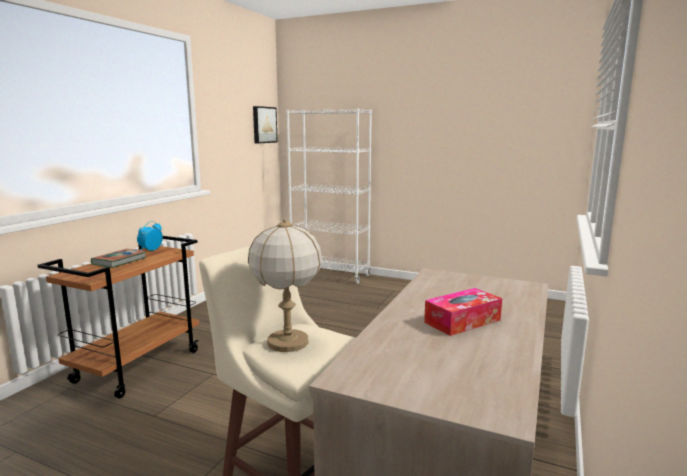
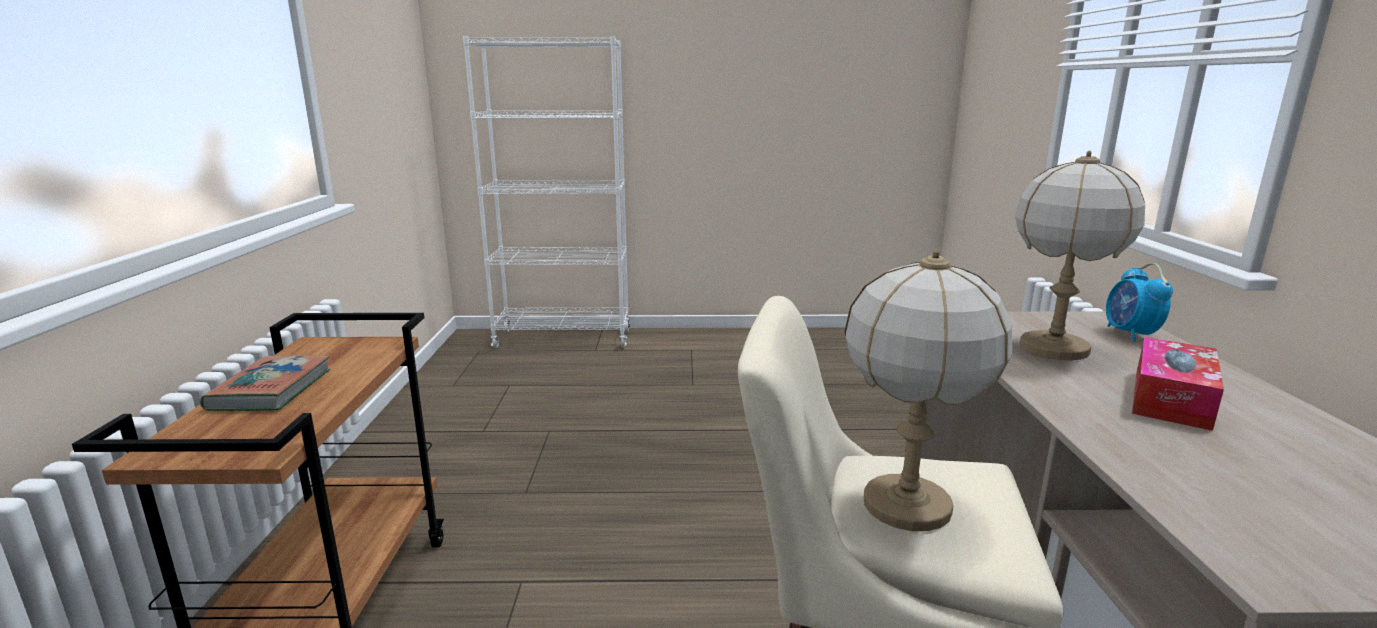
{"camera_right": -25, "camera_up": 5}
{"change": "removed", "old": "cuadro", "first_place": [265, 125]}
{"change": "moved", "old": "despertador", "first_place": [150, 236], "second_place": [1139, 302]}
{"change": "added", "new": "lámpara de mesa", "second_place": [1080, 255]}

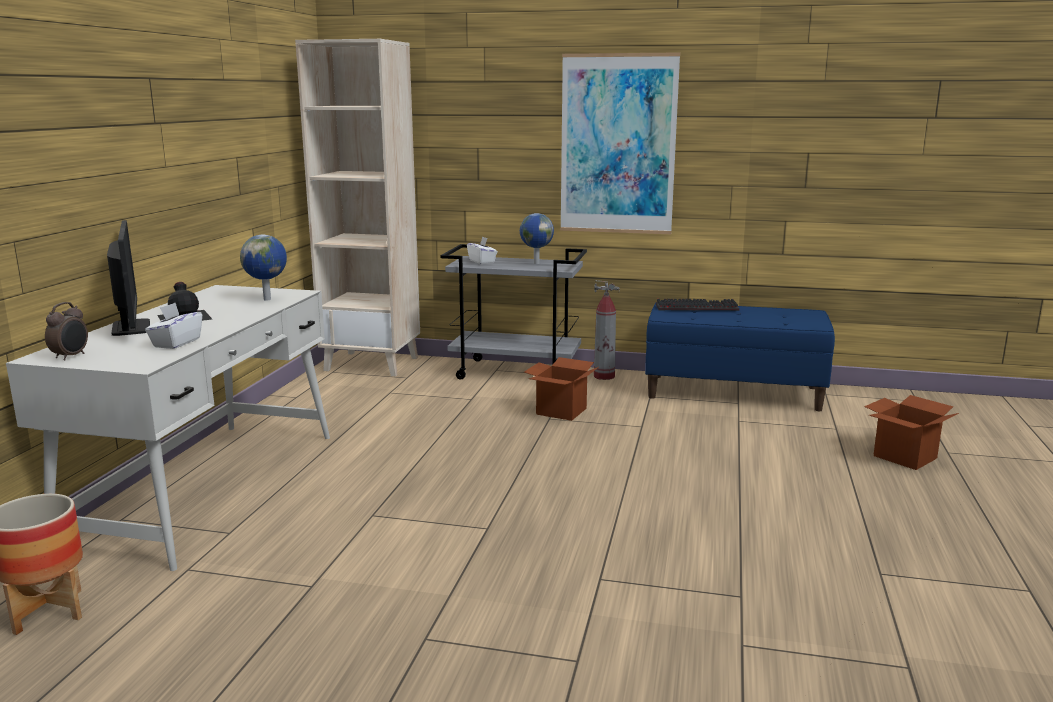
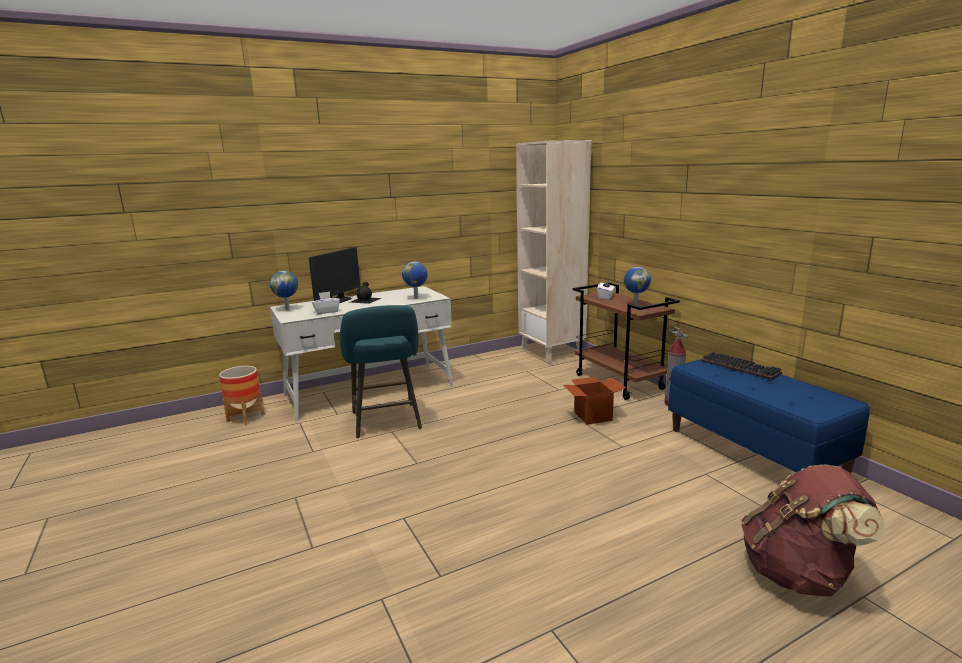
{"camera_right": 50, "camera_up": 0}
{"change": "removed", "old": "cuadro", "first_place": [620, 143]}
{"change": "recoloured", "old": "carrito [gris]", "new": "carrito [marrón]", "first_place": [513, 312], "second_place": [626, 341]}
{"change": "replaced", "old": "despertador", "new": "globo terráqueo", "first_place": [66, 331], "second_place": [284, 290]}
{"change": "replaced", "old": "caja de cartón", "new": "mochila [marrón]", "first_place": [911, 432], "second_place": [813, 530]}
{"change": "added", "new": "taburete [turquesa]", "second_place": [381, 372]}

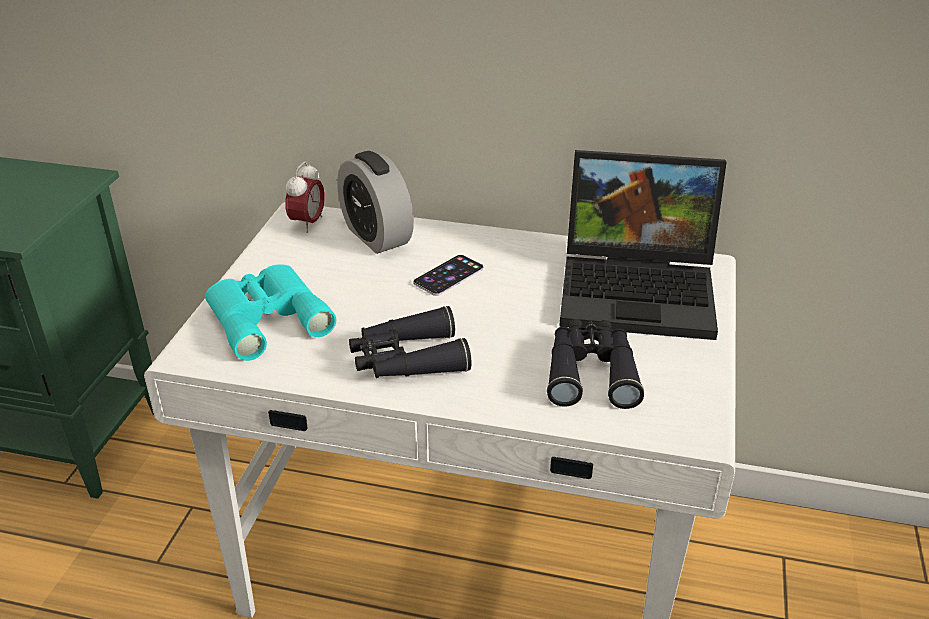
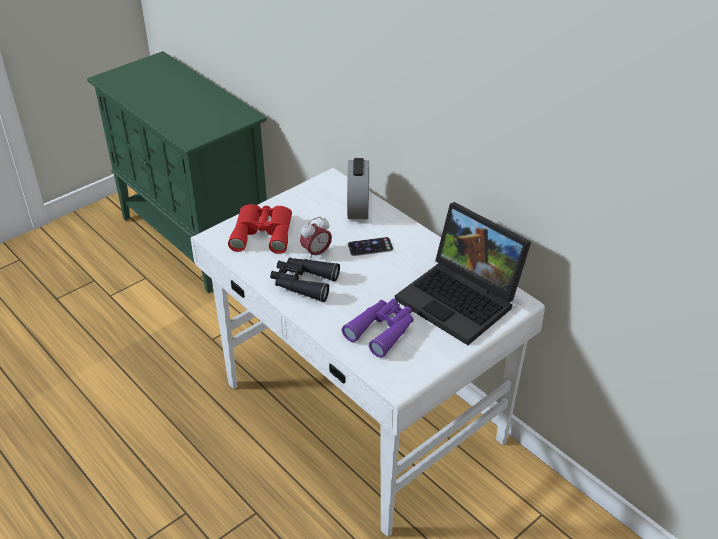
{"camera_right": 35, "camera_up": 5}
{"change": "moved", "old": "despertador", "first_place": [305, 197], "second_place": [316, 238]}
{"change": "recoloured", "old": "prismáticos [turquesa]", "new": "prismáticos [rojo]", "first_place": [270, 312], "second_place": [260, 229]}
{"change": "recoloured", "old": "prismáticos [negro]", "new": "prismáticos [morado]", "first_place": [595, 364], "second_place": [378, 328]}

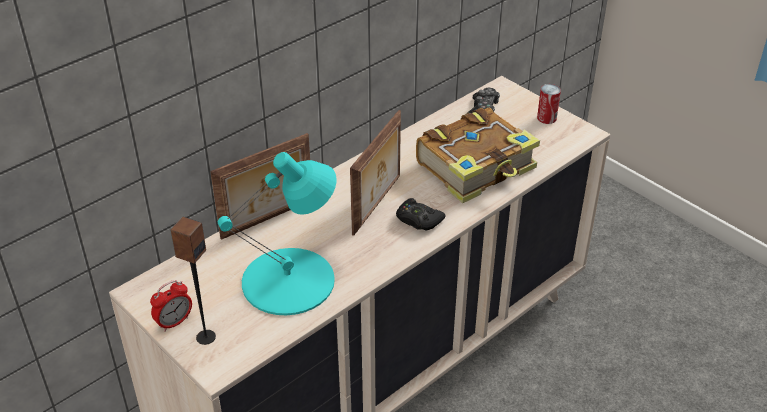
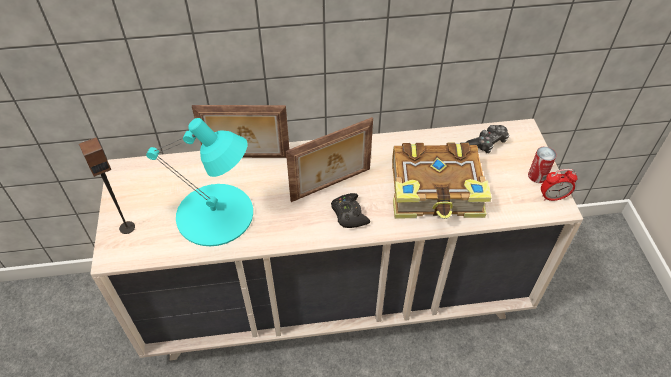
{"camera_right": 35, "camera_up": 10}
{"change": "moved", "old": "despertador", "first_place": [171, 306], "second_place": [559, 185]}

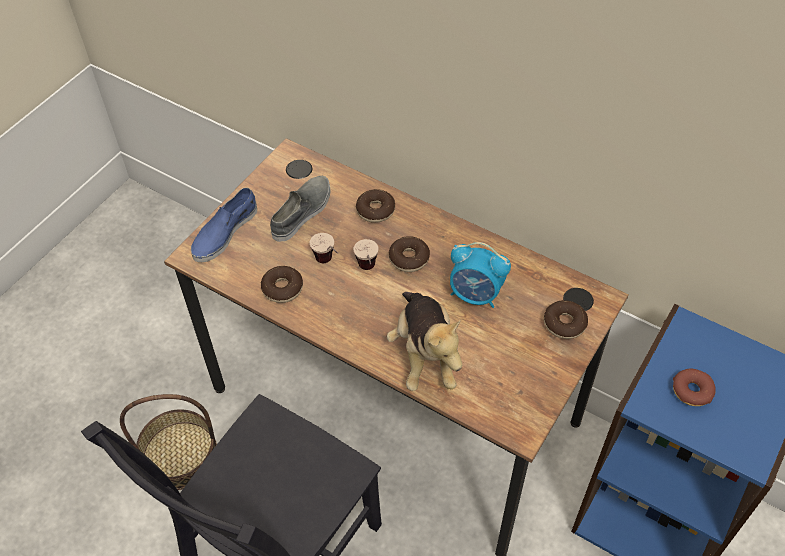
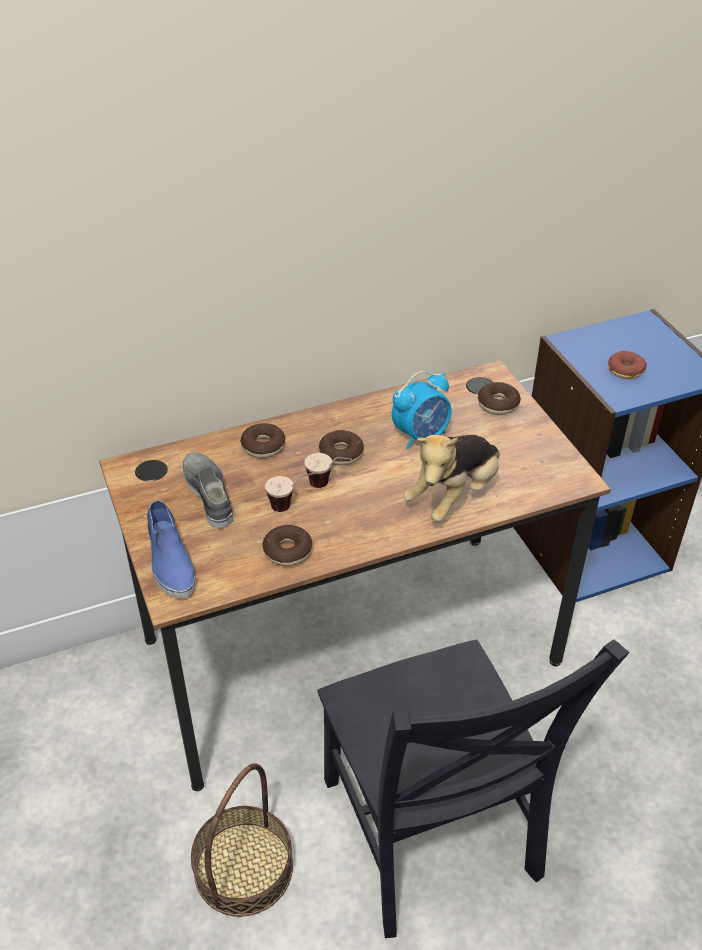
{"camera_right": -55, "camera_up": -10}
{"change": "turned", "old": "peluche", "first_place": [424, 341], "second_place": [452, 478], "degrees": 105}

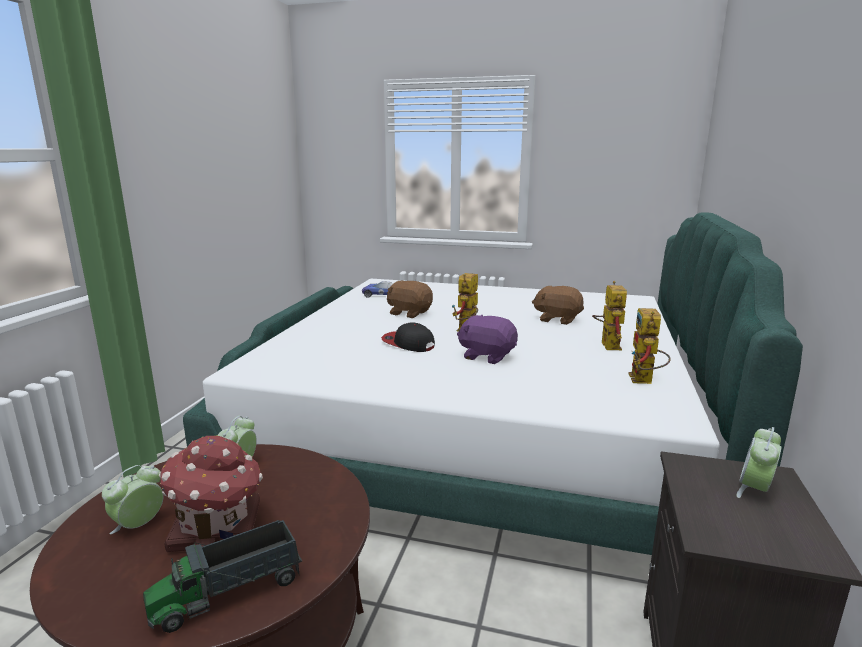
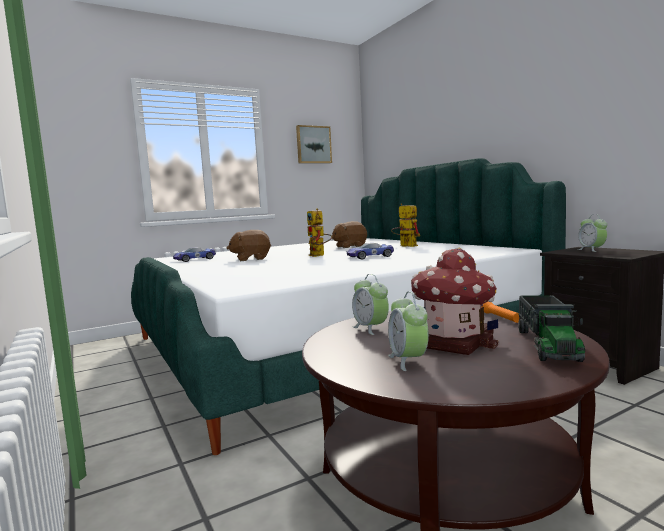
{"camera_right": -45, "camera_up": -10}
{"change": "removed", "old": "robot de juguete", "first_place": [649, 346]}
{"change": "replaced", "old": "peluche [morado]", "new": "coche de juguete", "first_place": [487, 339], "second_place": [370, 251]}
{"change": "removed", "old": "gorra", "first_place": [408, 337]}
{"change": "added", "new": "cuadro", "second_place": [314, 144]}
{"change": "added", "new": "linterna [naranja]", "second_place": [500, 312]}

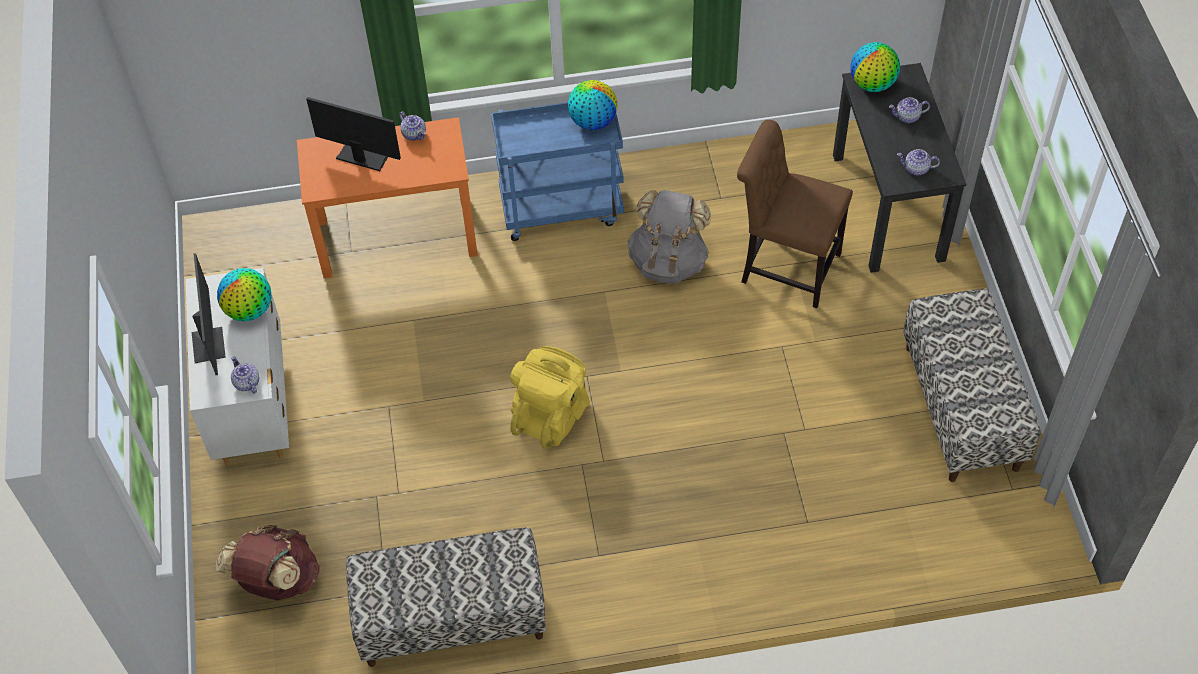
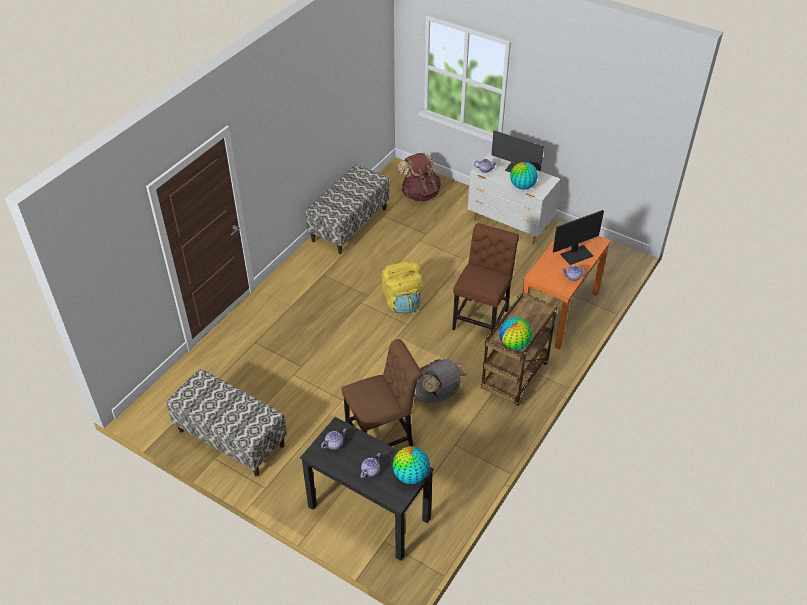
{"camera_right": 130, "camera_up": -10}
{"change": "recoloured", "old": "carrito [azul]", "new": "carrito [marrón]", "first_place": [557, 171], "second_place": [519, 349]}
{"change": "added", "new": "silla [marrón]", "second_place": [485, 277]}

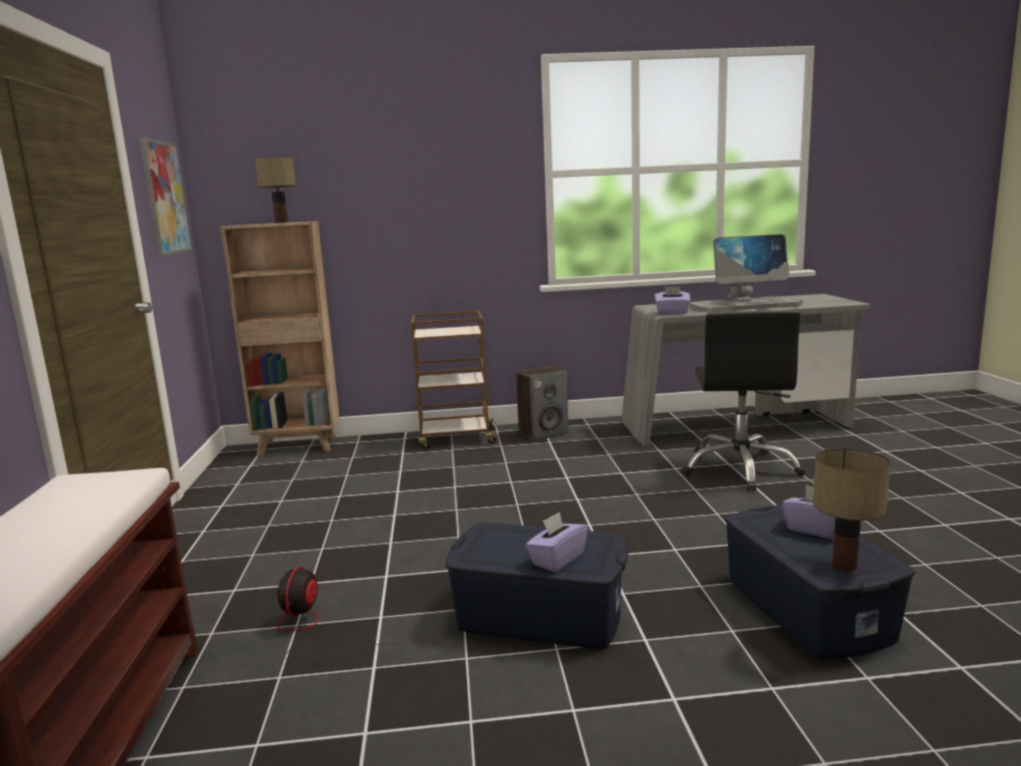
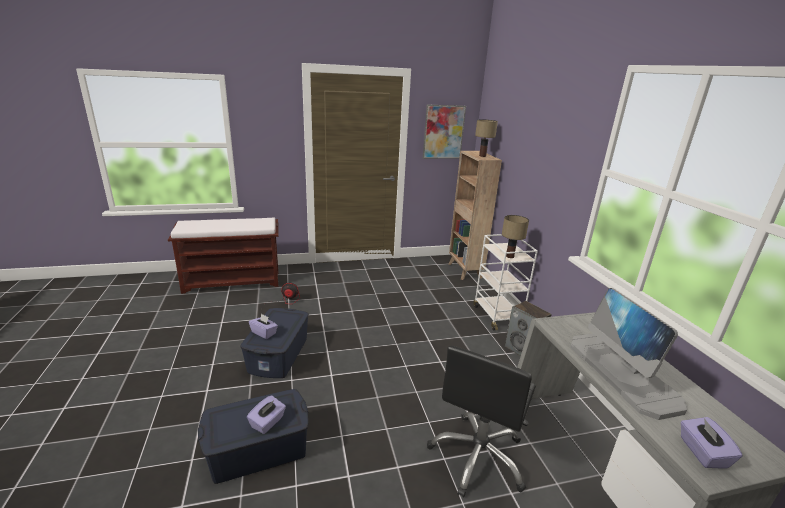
{"camera_right": 80, "camera_up": 10}
{"change": "moved", "old": "caja de pañuelos [morado]", "first_place": [673, 300], "second_place": [711, 443]}
{"change": "turned", "old": "silla de oficina [negro]", "first_place": [744, 400], "second_place": [481, 421], "degrees": -60}
{"change": "recoloured", "old": "carrito [marrón]", "new": "carrito [blanco]", "first_place": [455, 380], "second_place": [506, 282]}
{"change": "moved", "old": "lámpara de mesa", "first_place": [852, 509], "second_place": [515, 236]}

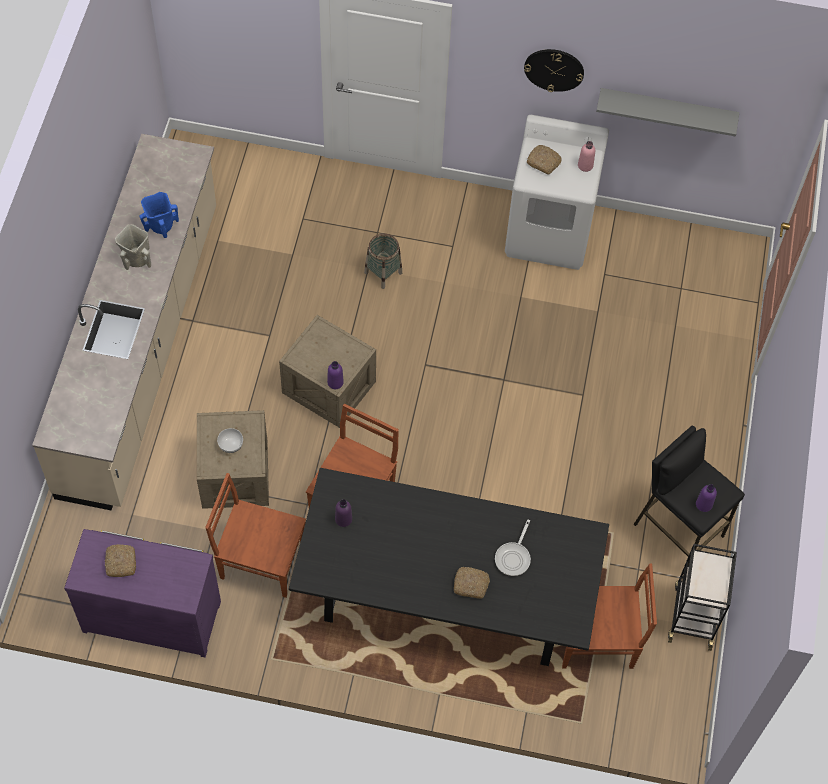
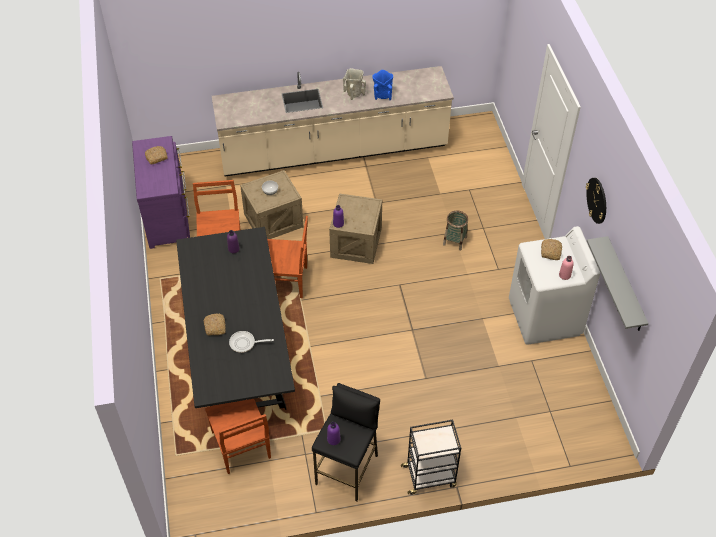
{"camera_right": 70, "camera_up": -10}
{"change": "moved", "old": "carrito [negro]", "first_place": [702, 597], "second_place": [431, 457]}

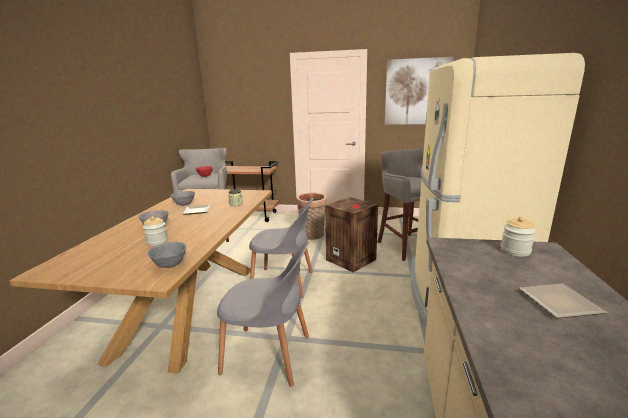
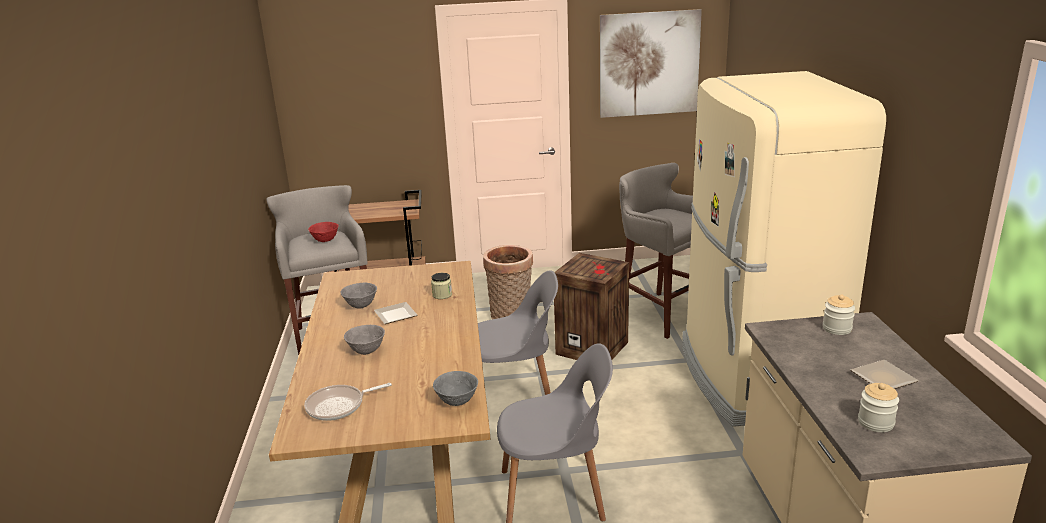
{"camera_right": -15, "camera_up": 5}
{"change": "moved", "old": "tarro", "first_place": [155, 231], "second_place": [878, 407]}
{"change": "added", "new": "sartén", "second_place": [348, 402]}

